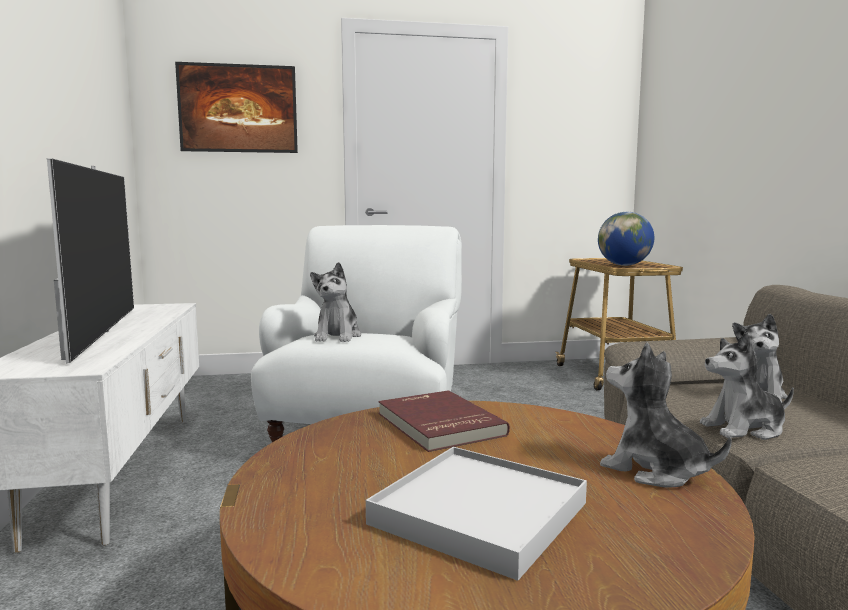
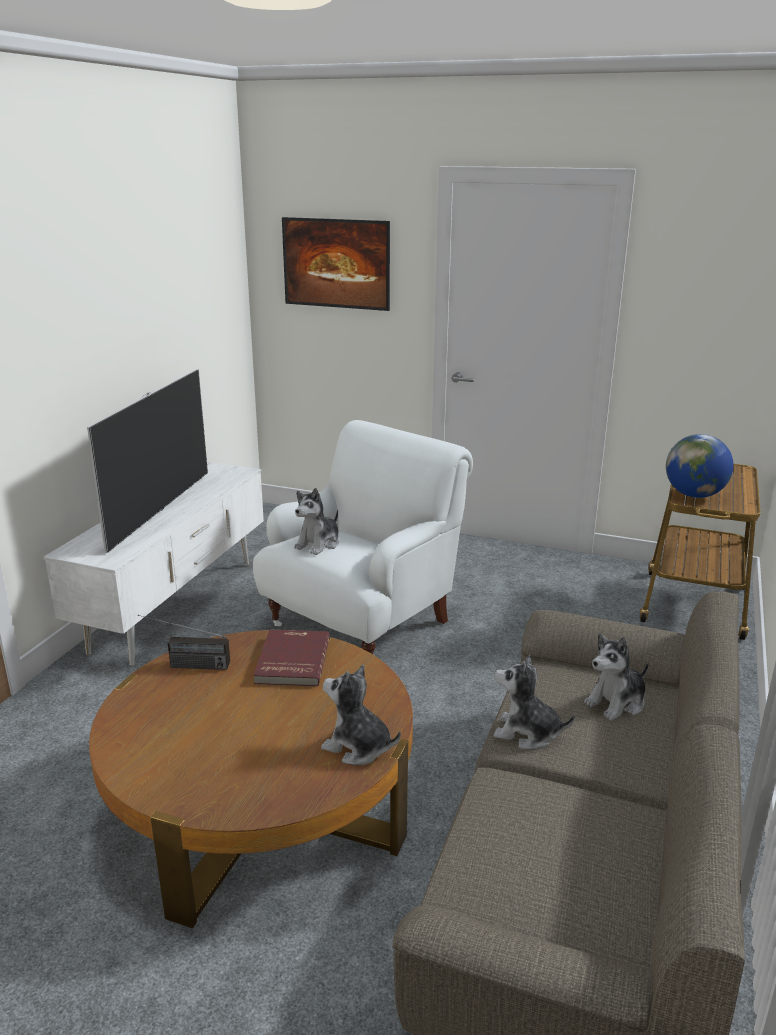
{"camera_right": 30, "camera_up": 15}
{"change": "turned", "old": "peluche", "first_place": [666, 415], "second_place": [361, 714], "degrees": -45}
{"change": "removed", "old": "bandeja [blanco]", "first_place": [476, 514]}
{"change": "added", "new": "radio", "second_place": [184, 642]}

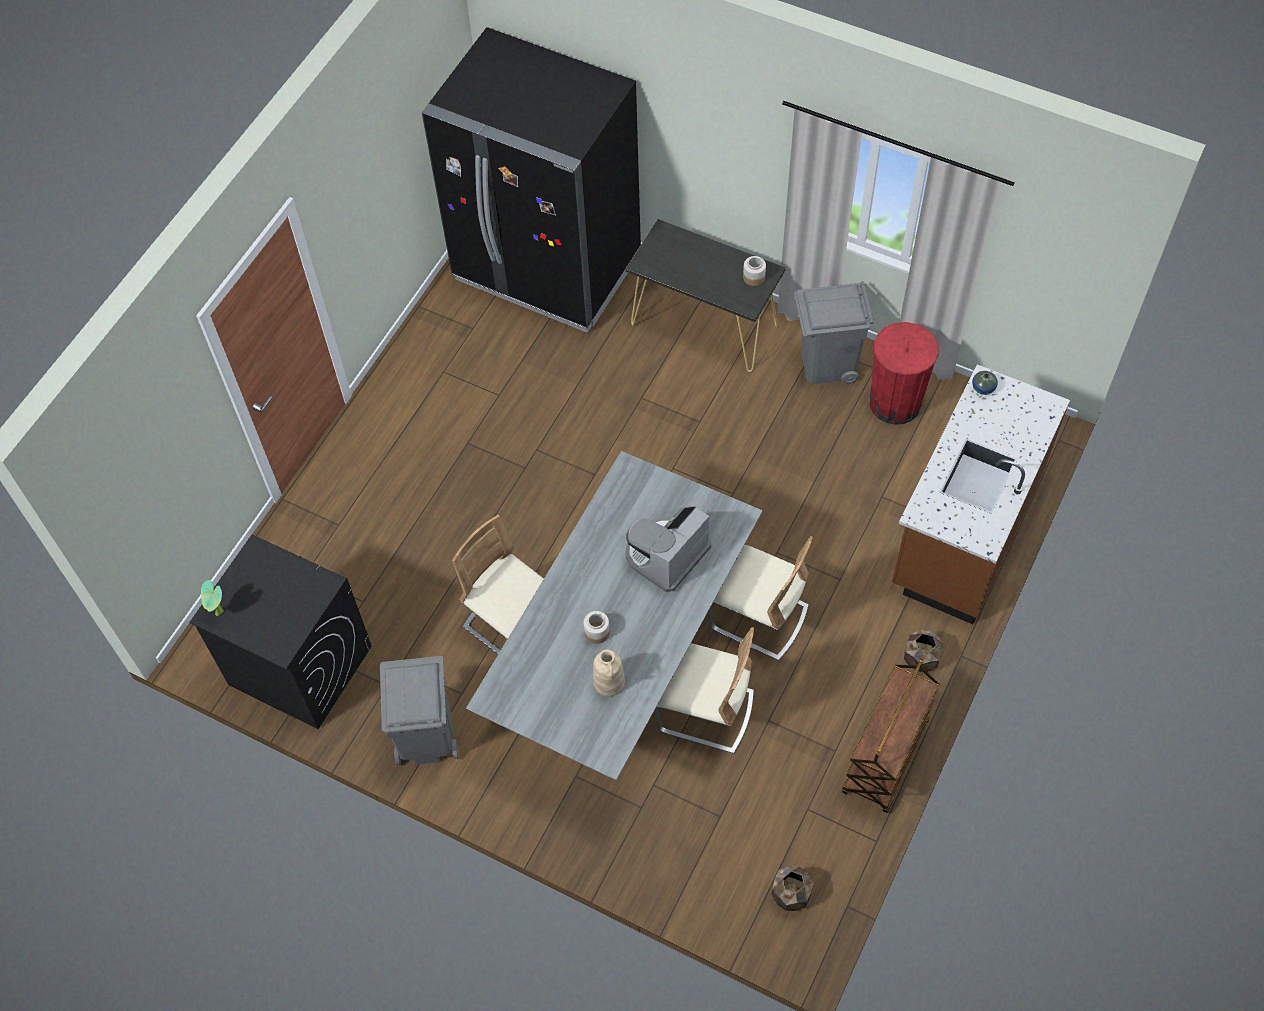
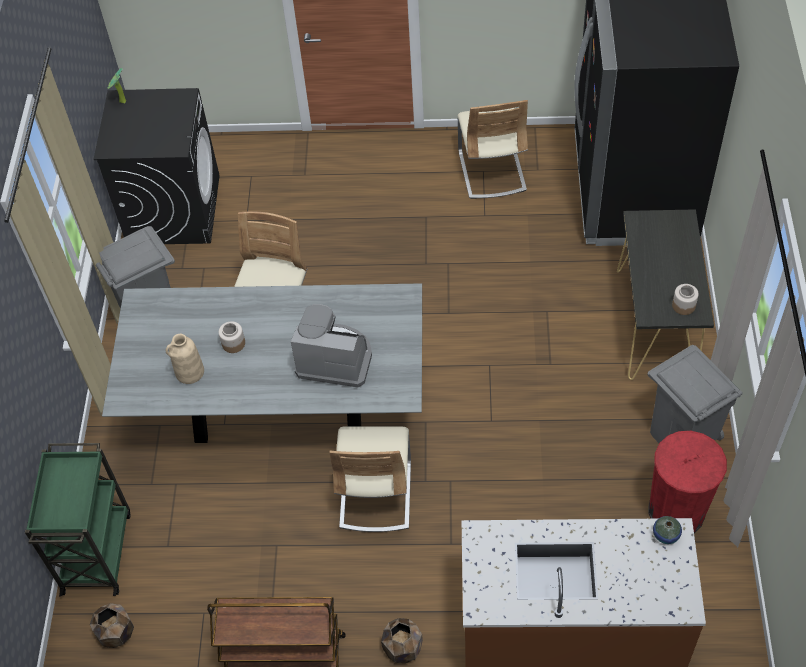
{"camera_right": 65, "camera_up": -5}
{"change": "moved", "old": "silla [beis]", "first_place": [704, 690], "second_place": [493, 149]}
{"change": "added", "new": "carrito [verde]", "second_place": [78, 519]}

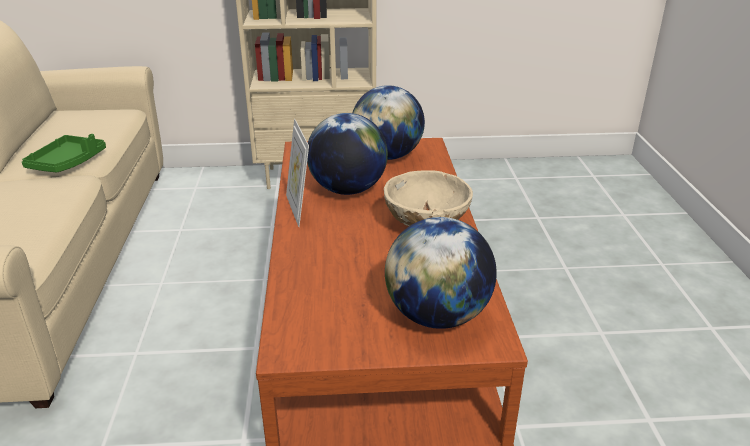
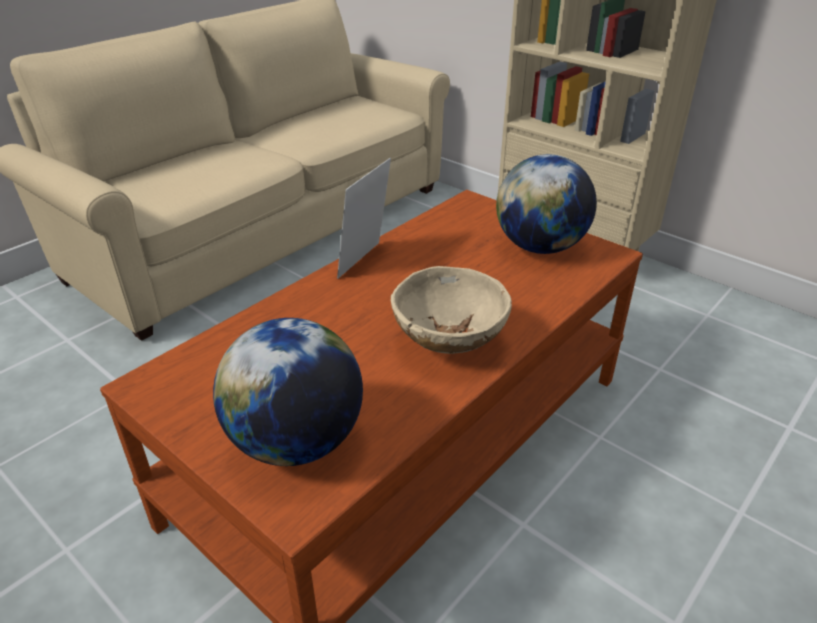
{"camera_right": 45, "camera_up": 5}
{"change": "removed", "old": "globo terráqueo", "first_place": [347, 154]}
{"change": "removed", "old": "bandeja [verde]", "first_place": [64, 153]}

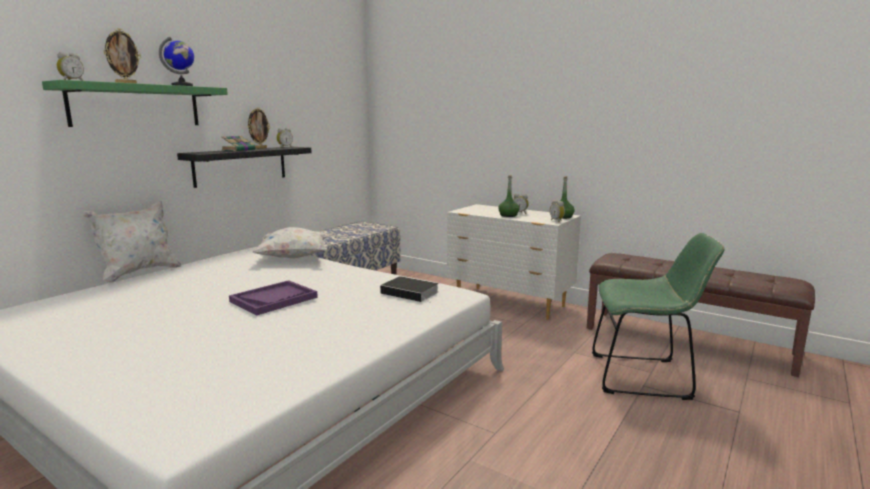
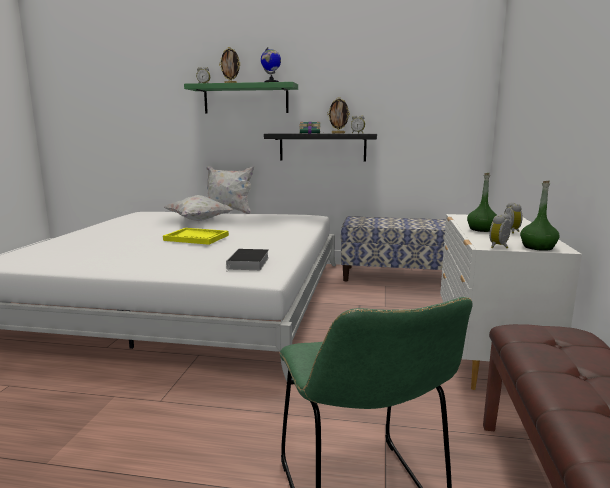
{"camera_right": 65, "camera_up": 0}
{"change": "moved", "old": "cojín [blanco]", "first_place": [291, 242], "second_place": [199, 208]}
{"change": "recoloured", "old": "bandeja [morado]", "new": "bandeja [amarillo]", "first_place": [273, 298], "second_place": [196, 236]}

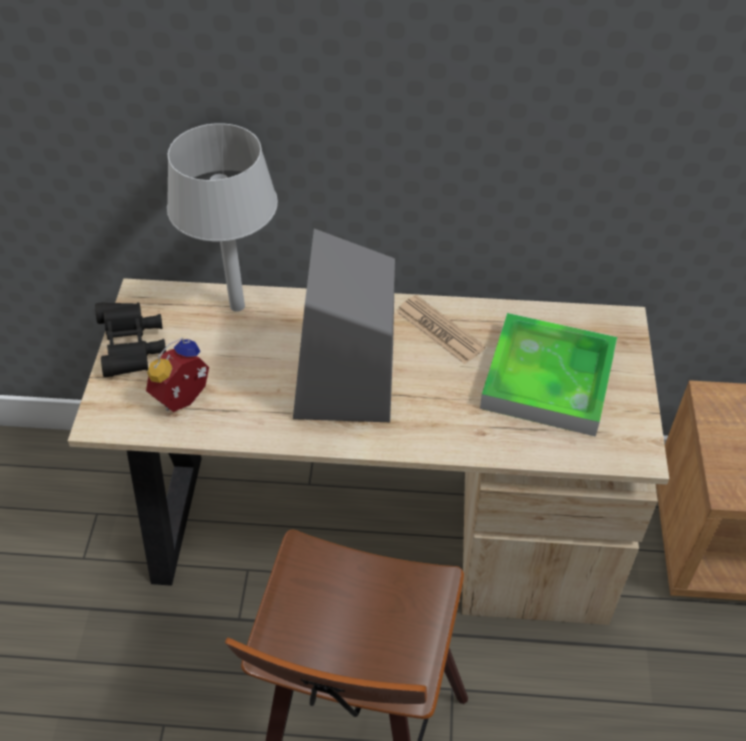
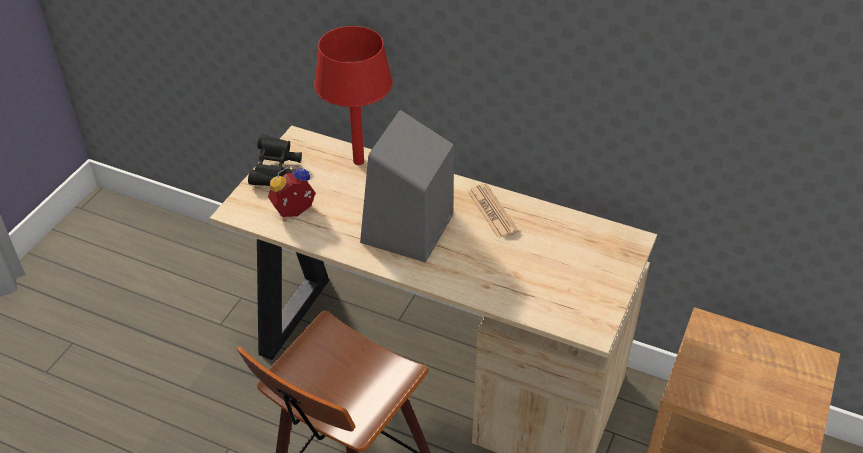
{"camera_right": 20, "camera_up": -5}
{"change": "recoloured", "old": "lámpara de mesa [gris]", "new": "lámpara de mesa [rojo]", "first_place": [222, 217], "second_place": [353, 95]}
{"change": "removed", "old": "bandeja", "first_place": [548, 375]}

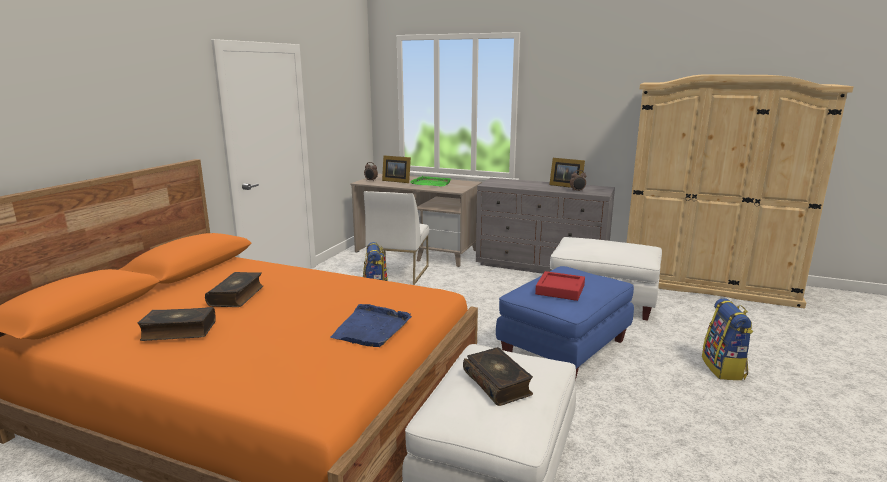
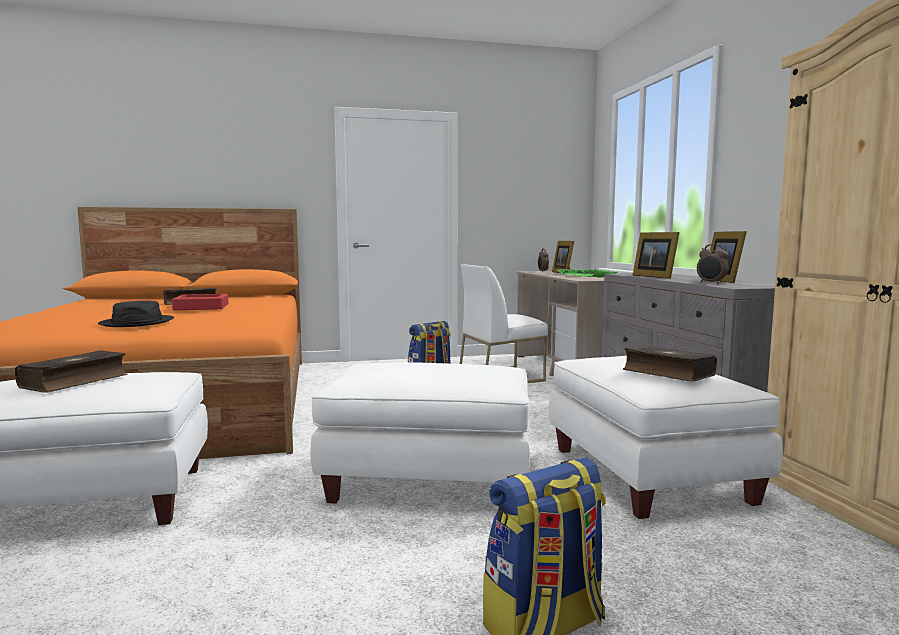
{"camera_right": 55, "camera_up": -10}
{"change": "recoloured", "old": "puf [azul]", "new": "puf [blanco]", "first_place": [565, 323], "second_place": [420, 432]}
{"change": "moved", "old": "bandeja [rojo]", "first_place": [560, 286], "second_place": [200, 302]}
{"change": "replaced", "old": "bandeja [azul]", "new": "sombrero [negro]", "first_place": [371, 325], "second_place": [136, 314]}
{"change": "moved", "old": "libro", "first_place": [177, 324], "second_place": [670, 363]}
{"change": "added", "new": "portarretratos", "second_place": [656, 255]}

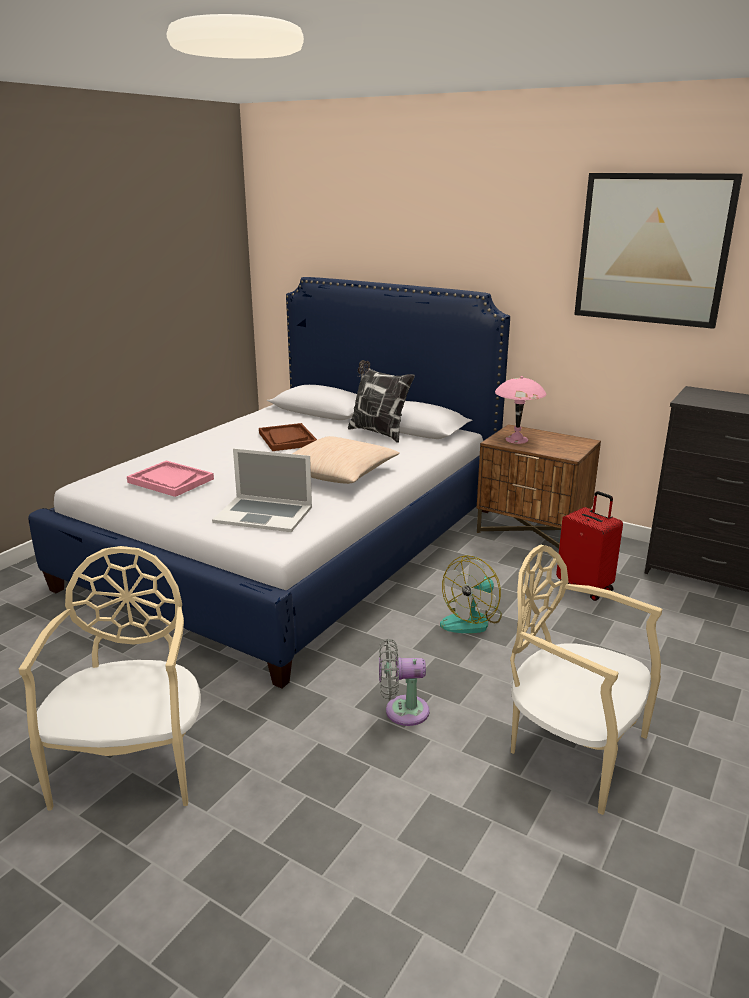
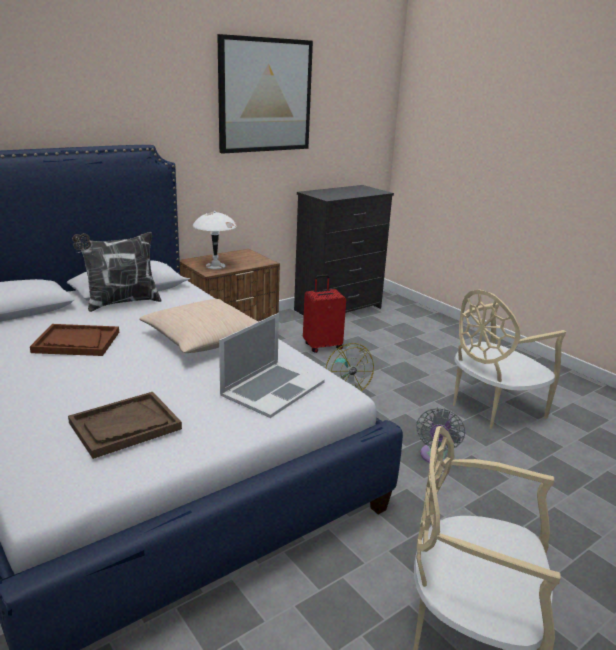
{"camera_right": -70, "camera_up": 0}
{"change": "recoloured", "old": "lámpara de mesa [rosa]", "new": "lámpara de mesa [blanco]", "first_place": [520, 410], "second_place": [215, 240]}
{"change": "recoloured", "old": "bandeja [rosa]", "new": "bandeja [marrón]", "first_place": [170, 479], "second_place": [125, 425]}

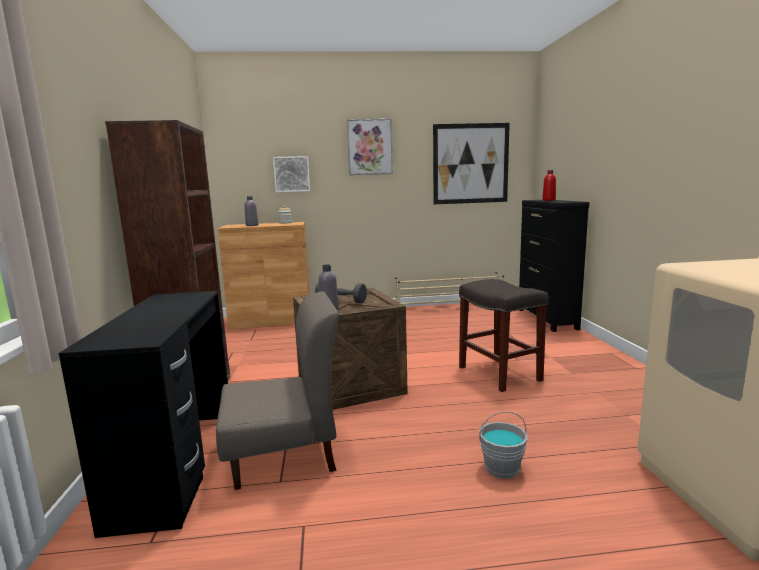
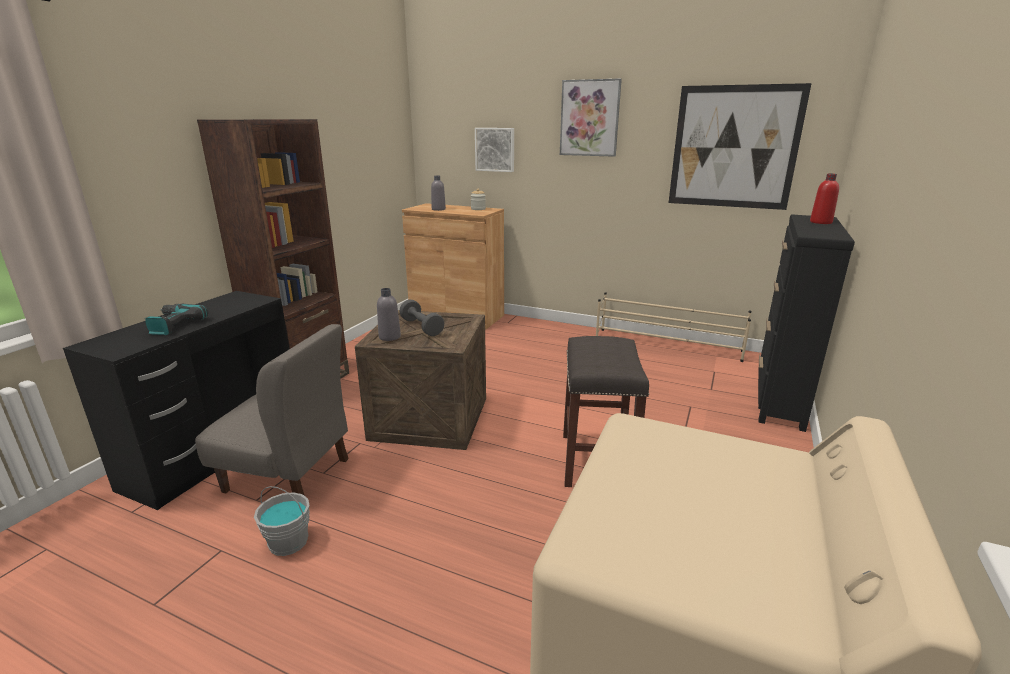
{"camera_right": 30, "camera_up": 10}
{"change": "moved", "old": "cubo [gris]", "first_place": [503, 445], "second_place": [282, 521]}
{"change": "added", "new": "taladro", "second_place": [177, 319]}

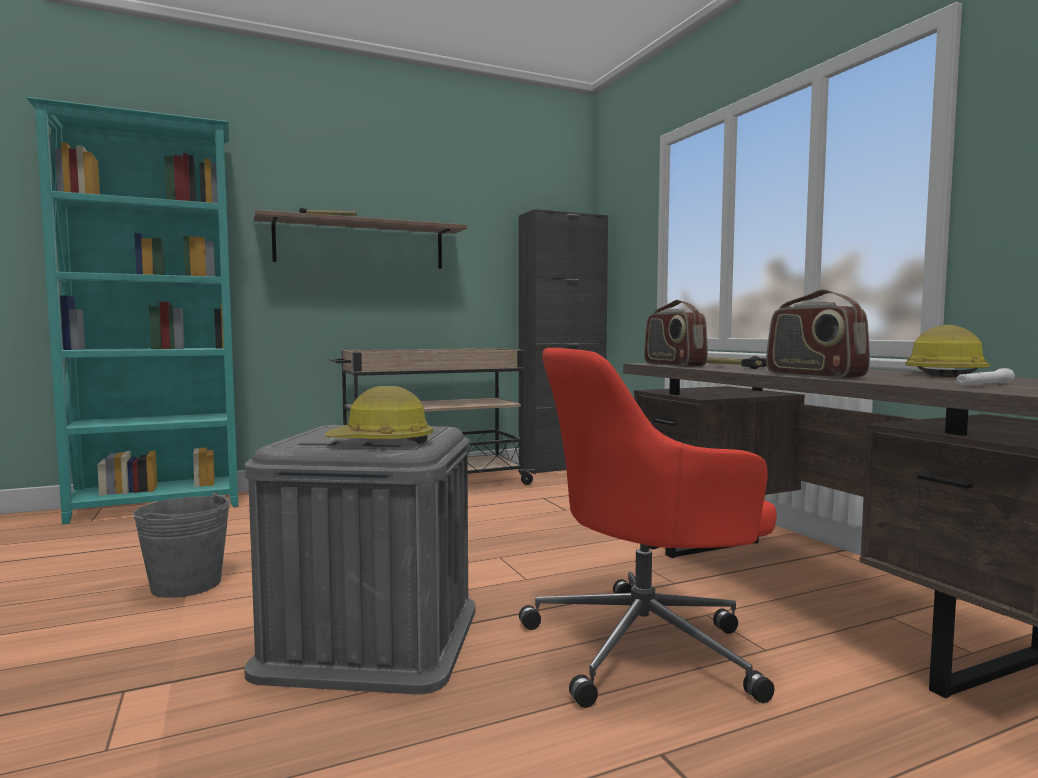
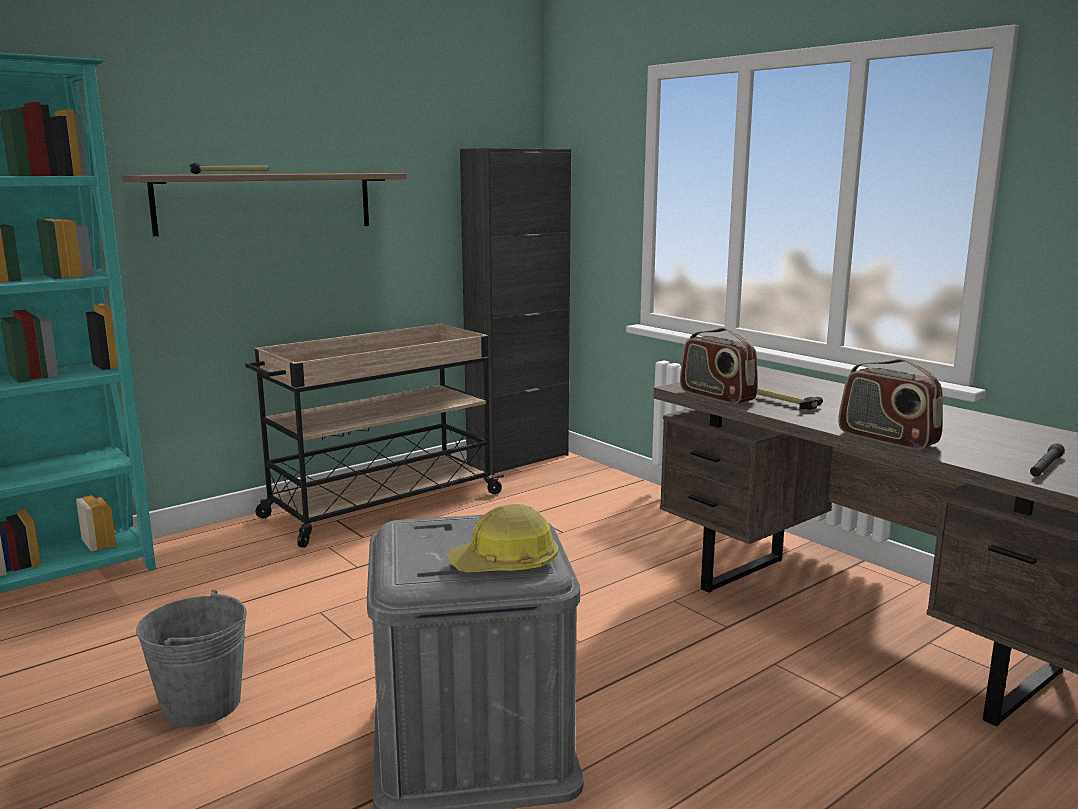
{"camera_right": -15, "camera_up": 10}
{"change": "removed", "old": "casco", "first_place": [947, 351]}
{"change": "removed", "old": "silla de oficina [rojo]", "first_place": [648, 528]}
{"change": "recoloured", "old": "linterna [blanco]", "new": "linterna [negro]", "first_place": [985, 376], "second_place": [1047, 459]}

